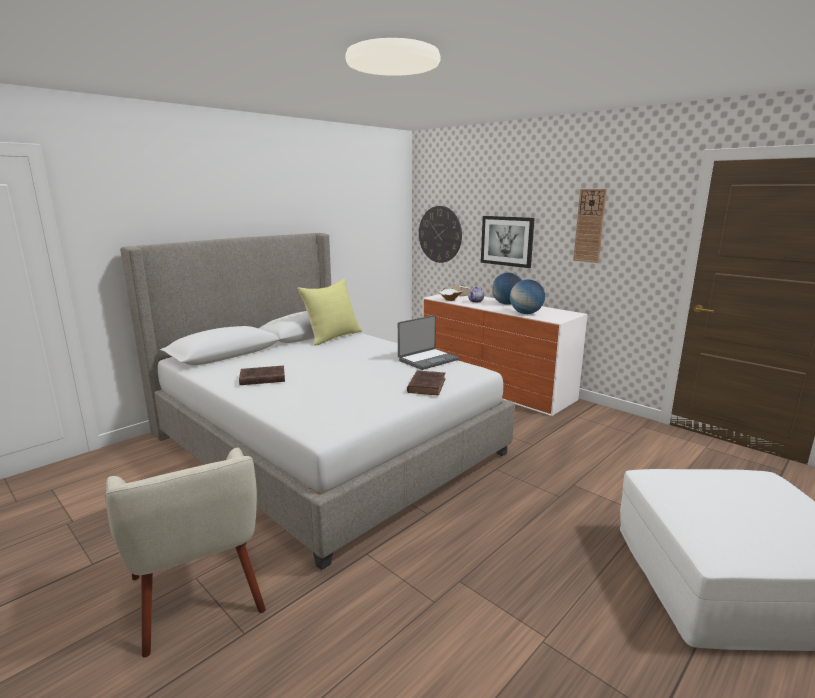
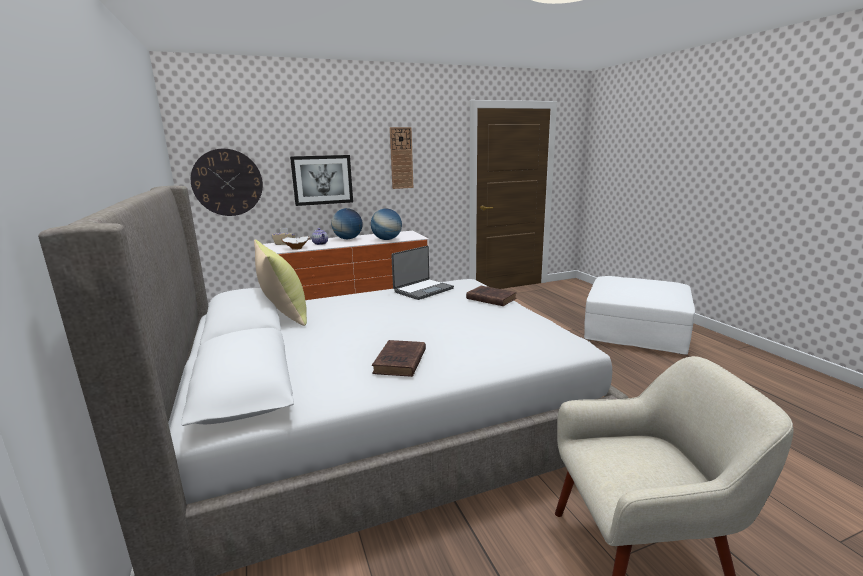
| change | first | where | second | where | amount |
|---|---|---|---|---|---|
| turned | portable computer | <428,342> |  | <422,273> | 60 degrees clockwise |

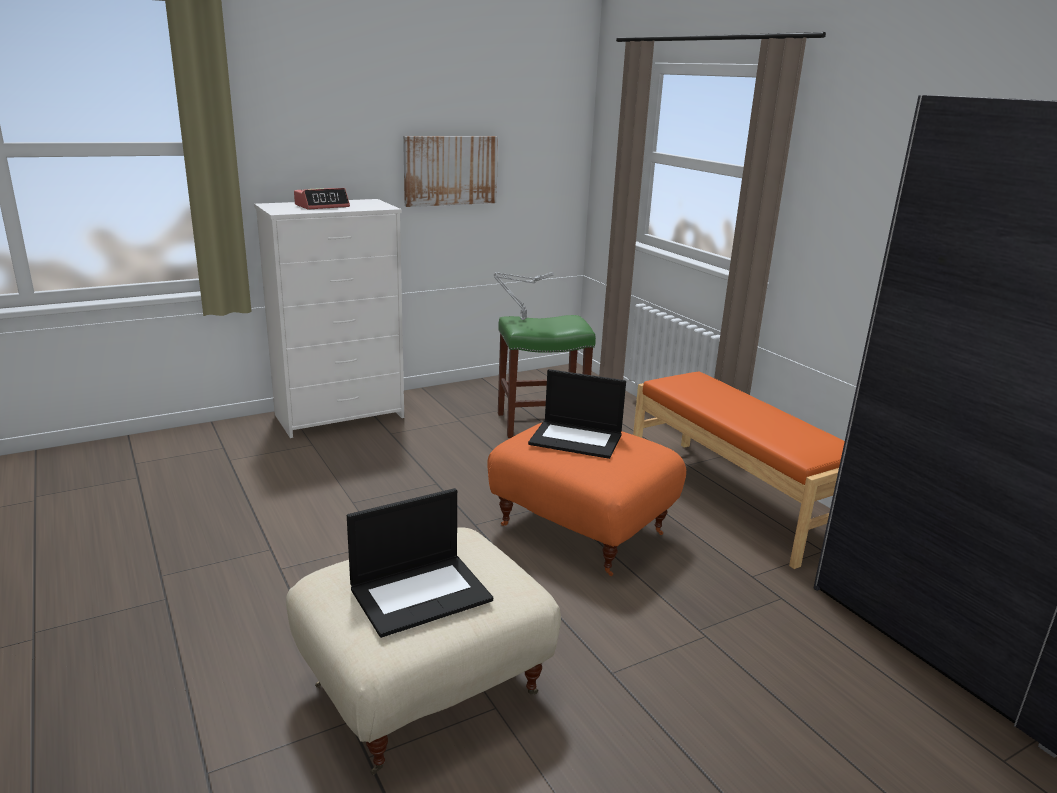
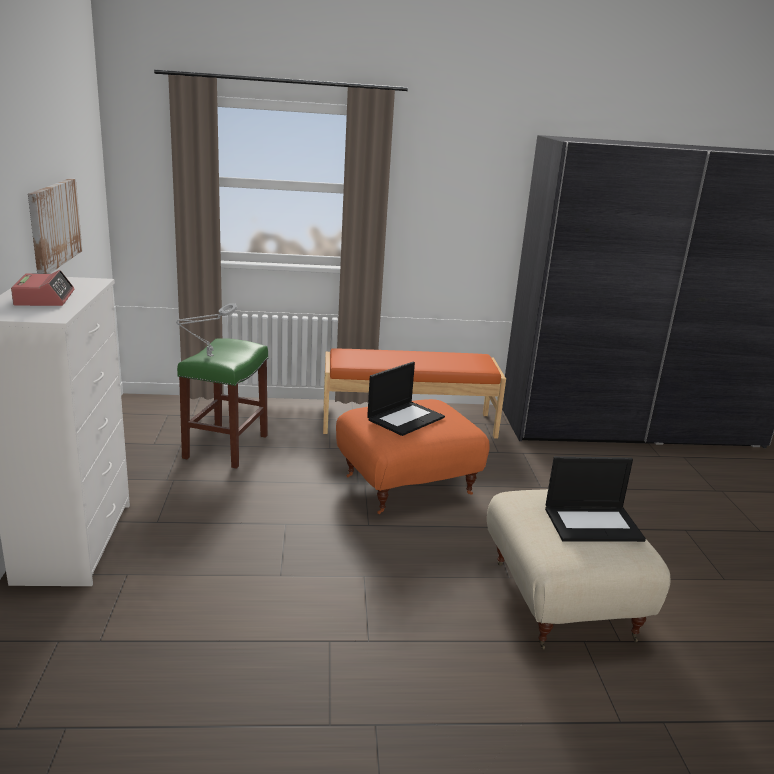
| change | first | where | second | where | amount |
|---|---|---|---|---|---|
| turned | portable computer | <420,563> |  | <595,499> | 90 degrees clockwise |

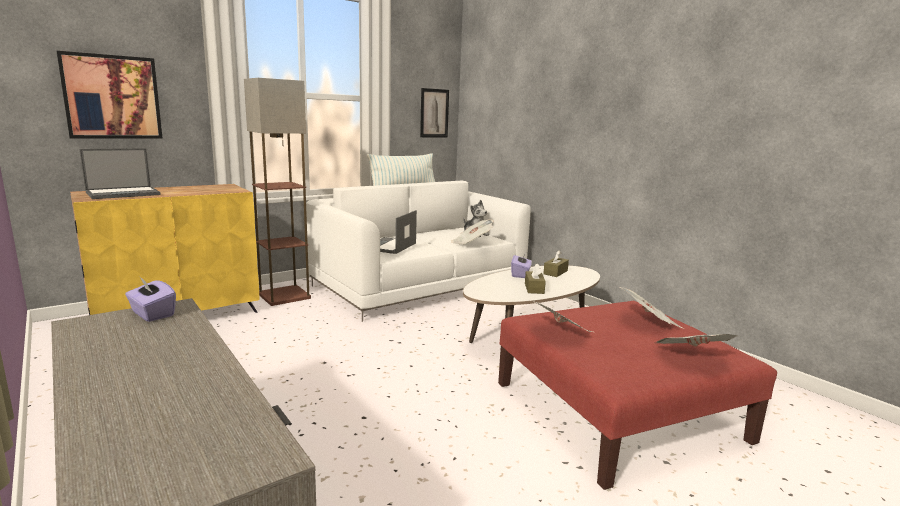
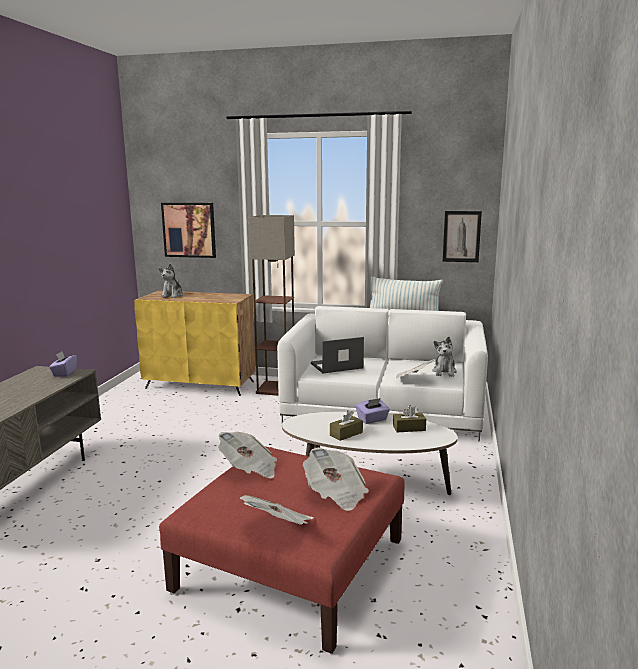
| change | first | where | second | where | amount |
|---|---|---|---|---|---|
| replaced | portable computer | <120,173> | plush toy | <171,281> |  |

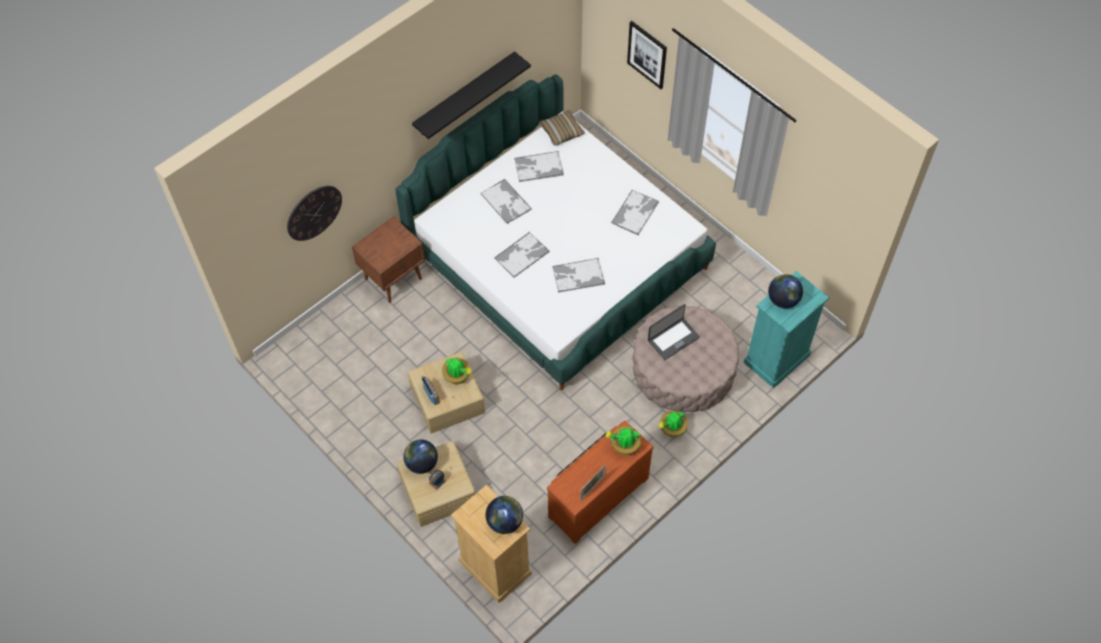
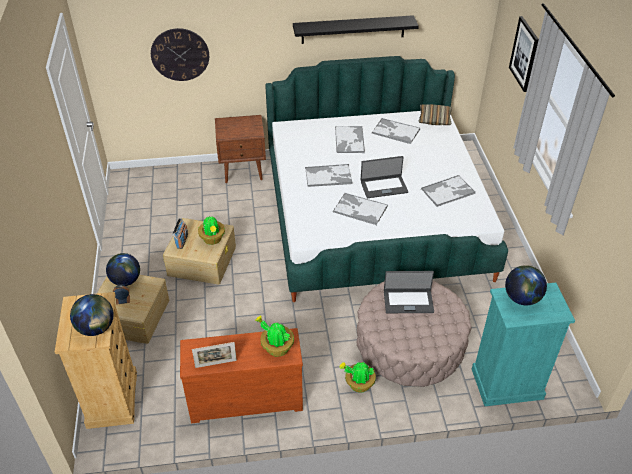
| change | first | where | second | where | amount |
|---|---|---|---|---|---|
| added |  |  | portable computer | <384,177> |  |

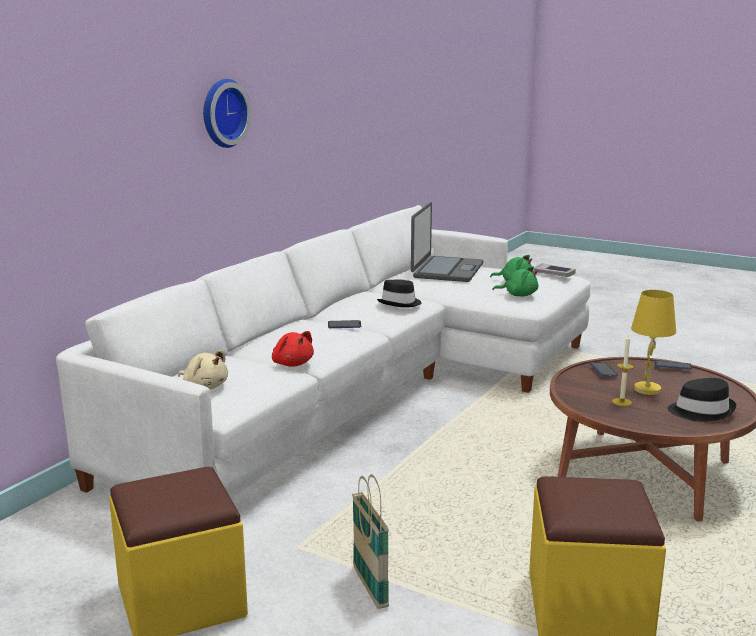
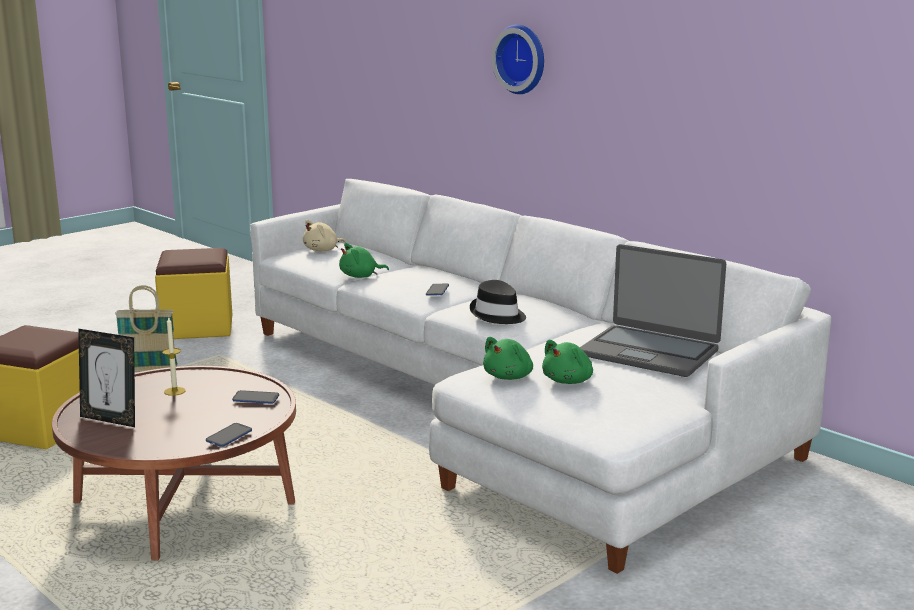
| change | first | where | second | where | amount |
|---|---|---|---|---|---|
| removed | book | <554,270> |  |  |  |
| removed | table lamp in yellow-coloured | <653,342> |  |  |  |
| replaced | clothing hat in black | <701,400> | standing frame | <106,378> |  |
| recoloured | plush toy in reddish | <293,349> | plush toy in green-coloured | <364,260> |  |

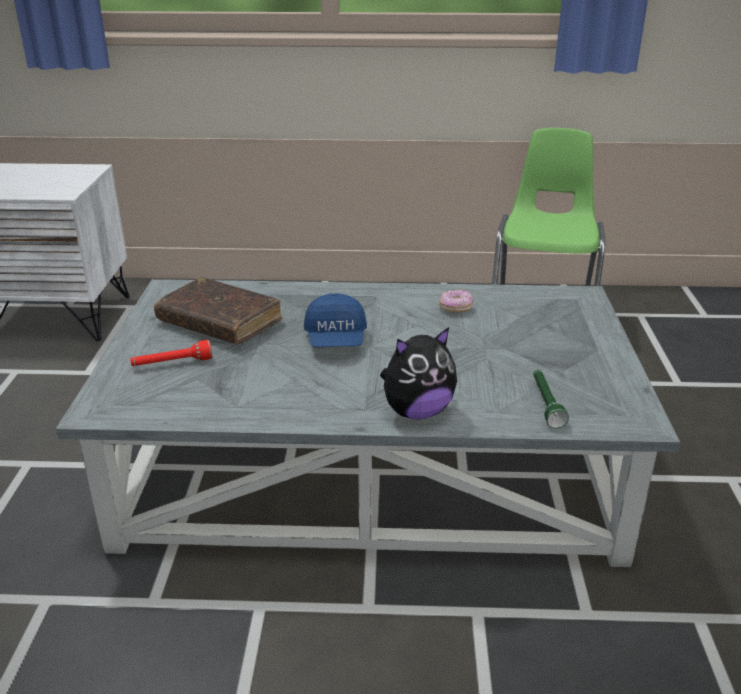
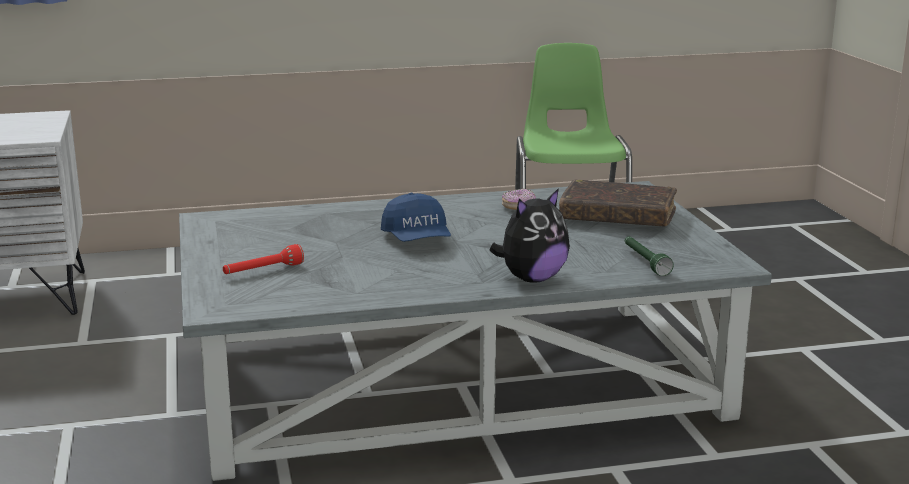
| change | first | where | second | where | amount |
|---|---|---|---|---|---|
| moved | book in brownish | <218,310> |  | <618,203> |  |

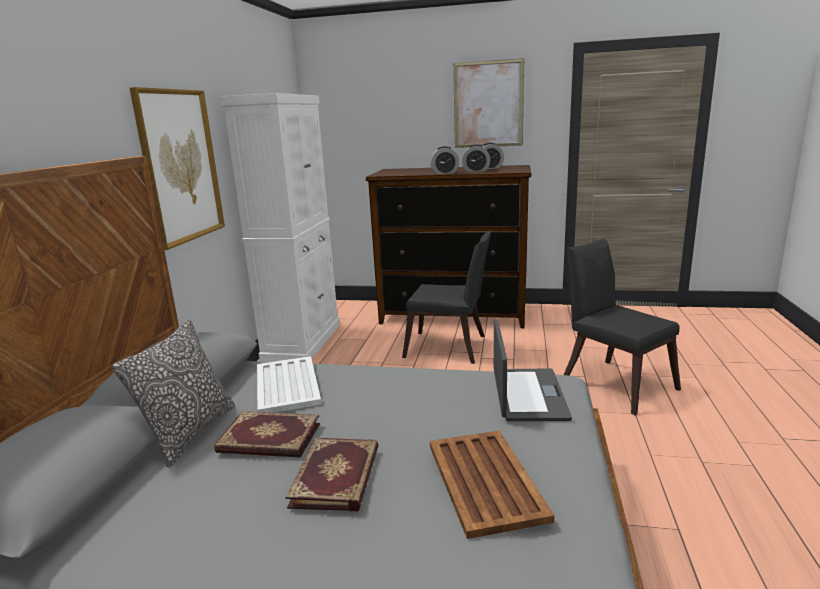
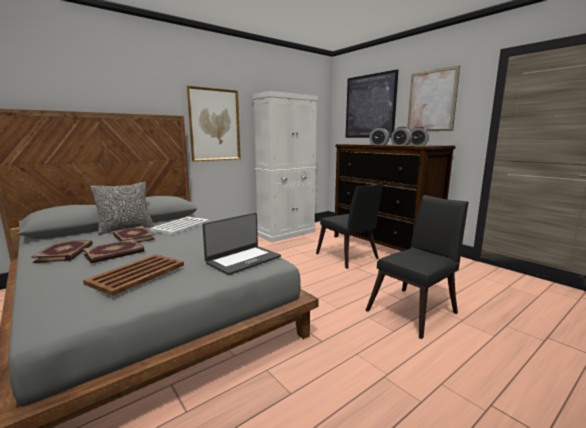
| change | first | where | second | where | amount |
|---|---|---|---|---|---|
| added |  |  | book | <62,251> |  |
| added |  |  | wall picture | <372,103> |  |
| turned | upright chair in black | <622,327> |  | <417,267> | 45 degrees clockwise |

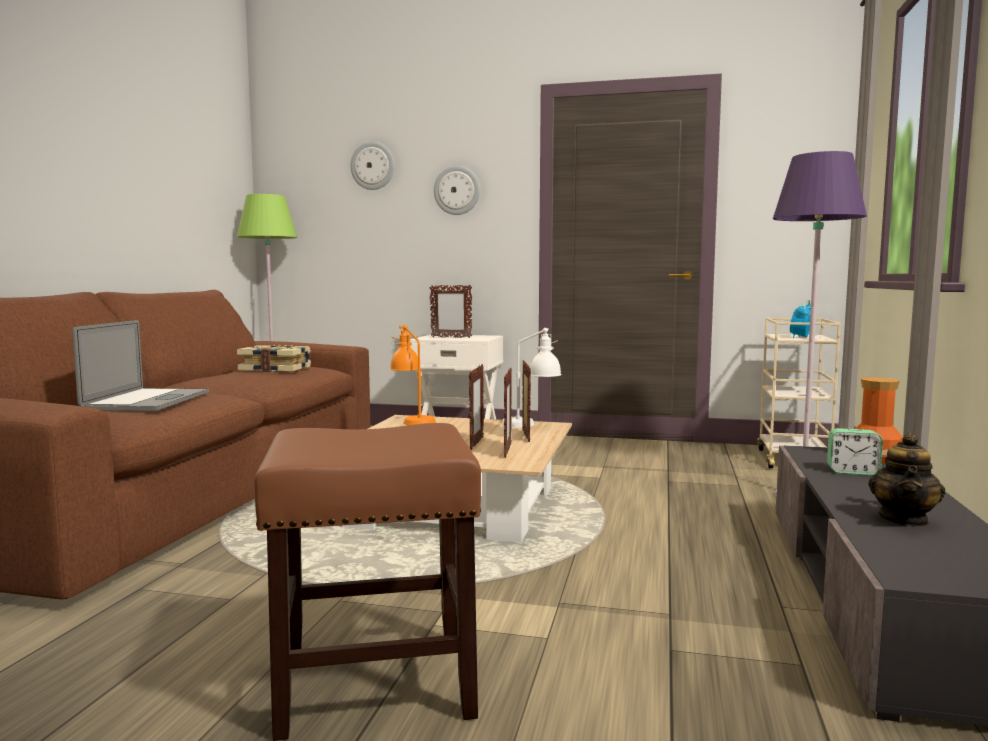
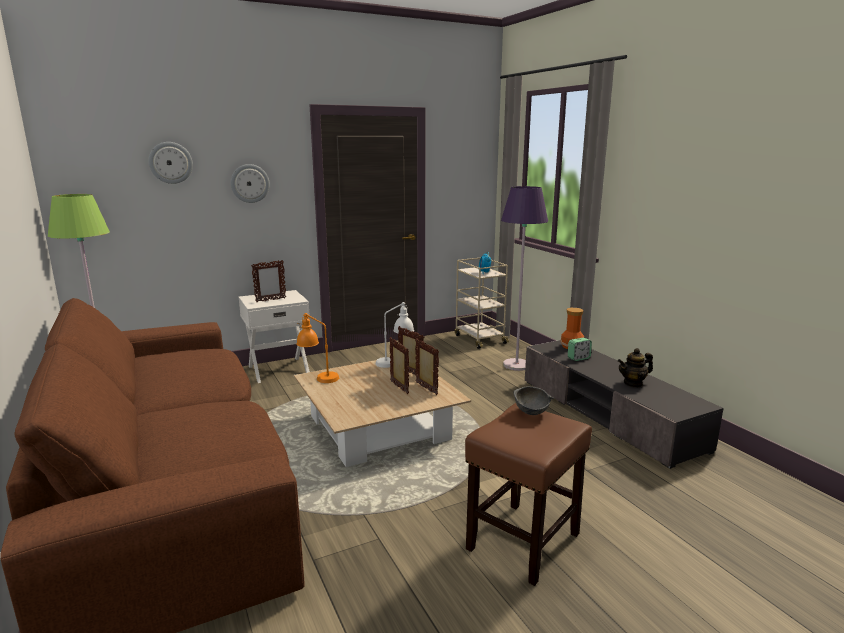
| change | first | where | second | where | amount |
|---|---|---|---|---|---|
| removed | portable computer | <140,365> |  |  |  |
| removed | book | <274,358> |  |  |  |
| added |  |  | serving bowl in greyish | <533,400> |  |
| turned | tea pot | <906,480> |  | <635,367> | 90 degrees clockwise |

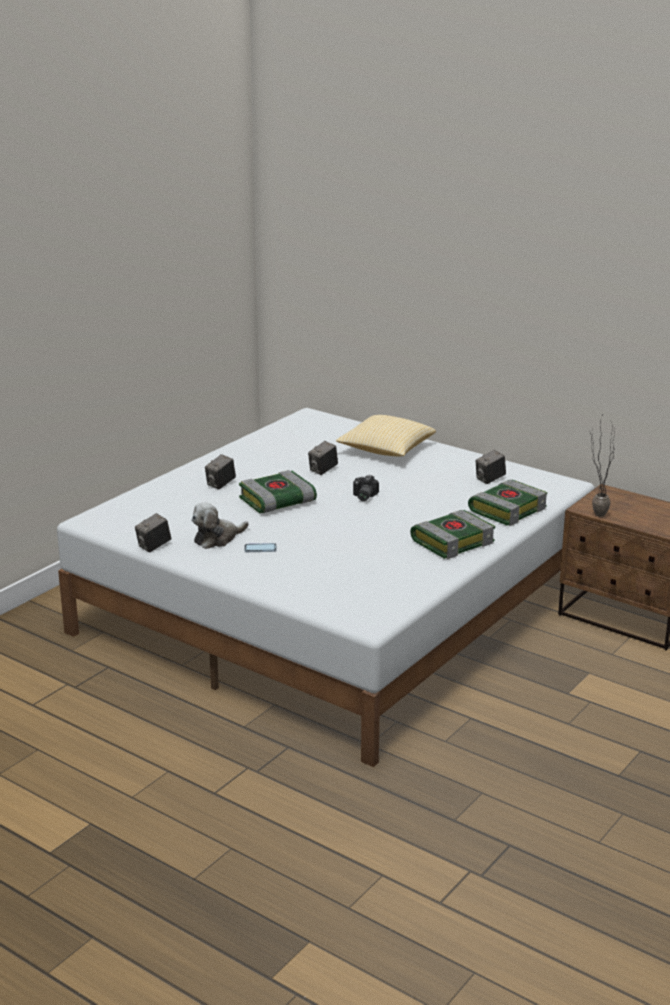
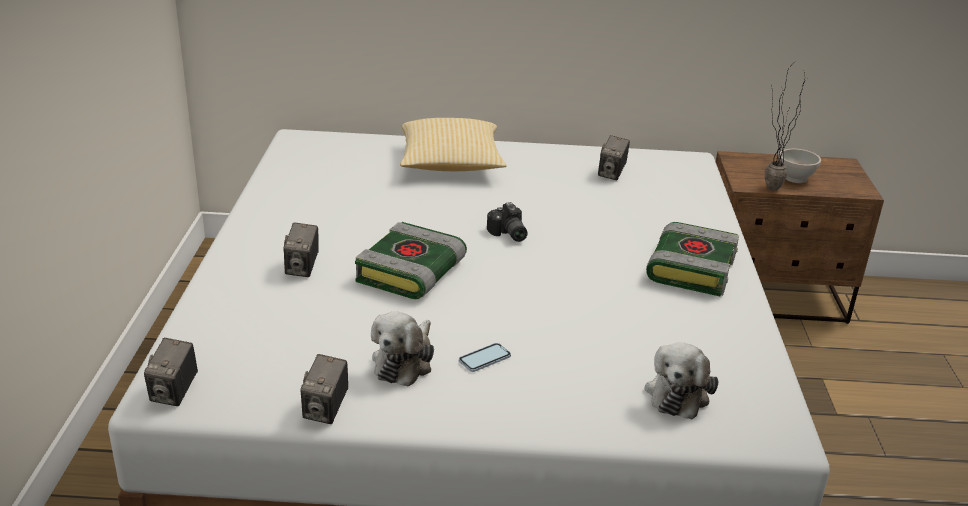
| change | first | where | second | where | amount |
|---|---|---|---|---|---|
| removed | book | <507,503> |  |  |  |
| added |  |  | plush toy | <681,381> |  |
| added |  |  | serving bowl in whitish | <800,166> |  |
| moved | photo camera | <323,458> |  | <171,372> |  |

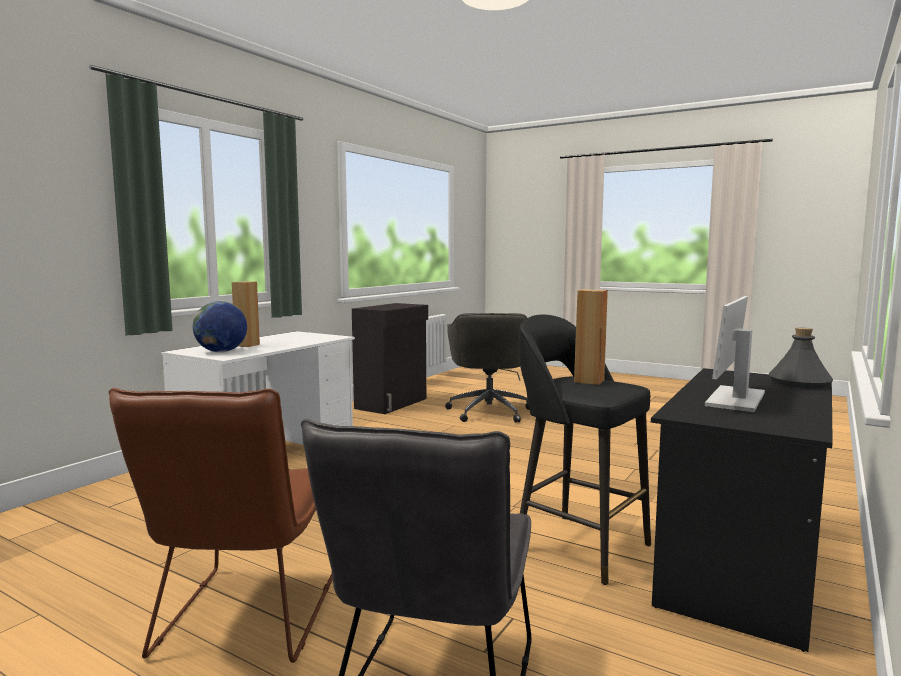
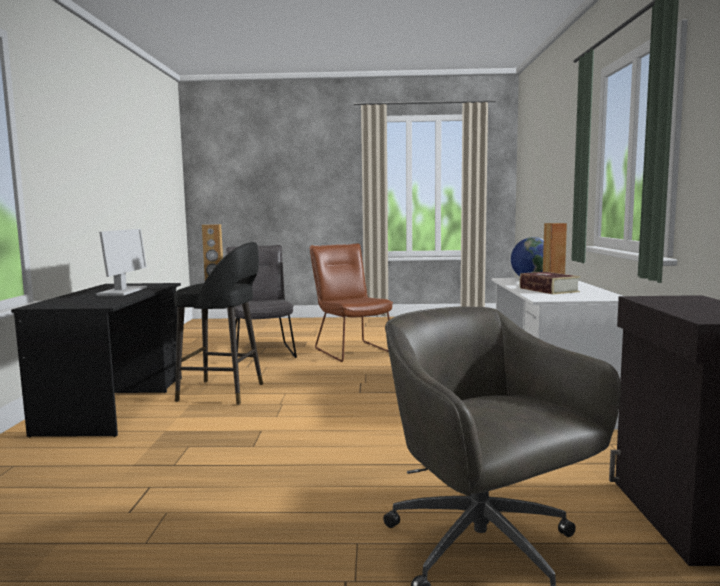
| change | first | where | second | where | amount |
|---|---|---|---|---|---|
| removed | bottle in greyish | <800,357> |  |  |  |
| added |  |  | book | <549,283> |  |

